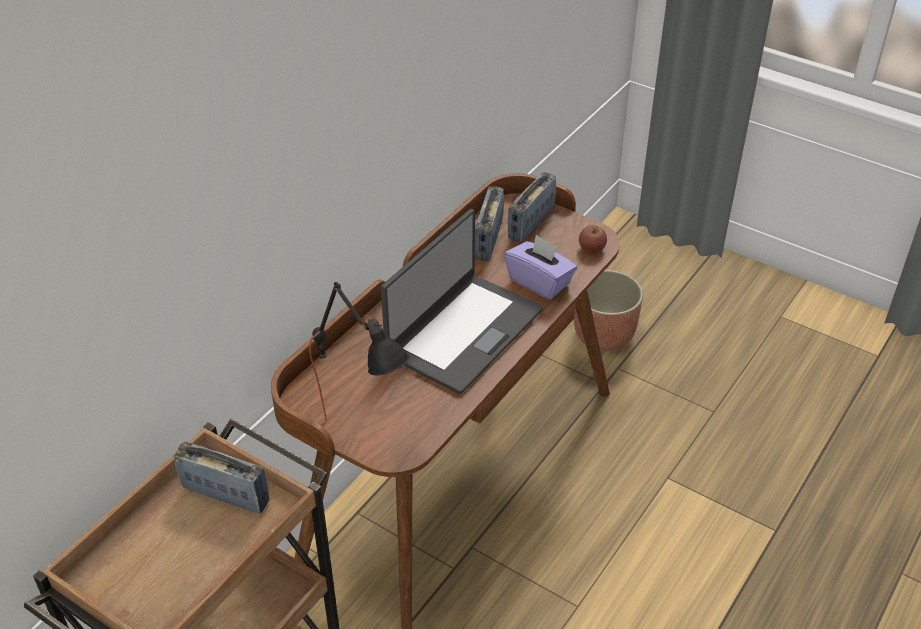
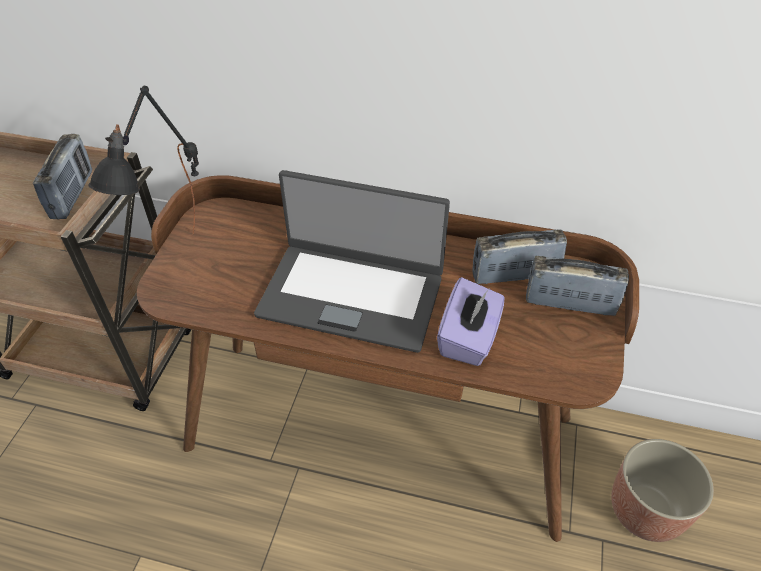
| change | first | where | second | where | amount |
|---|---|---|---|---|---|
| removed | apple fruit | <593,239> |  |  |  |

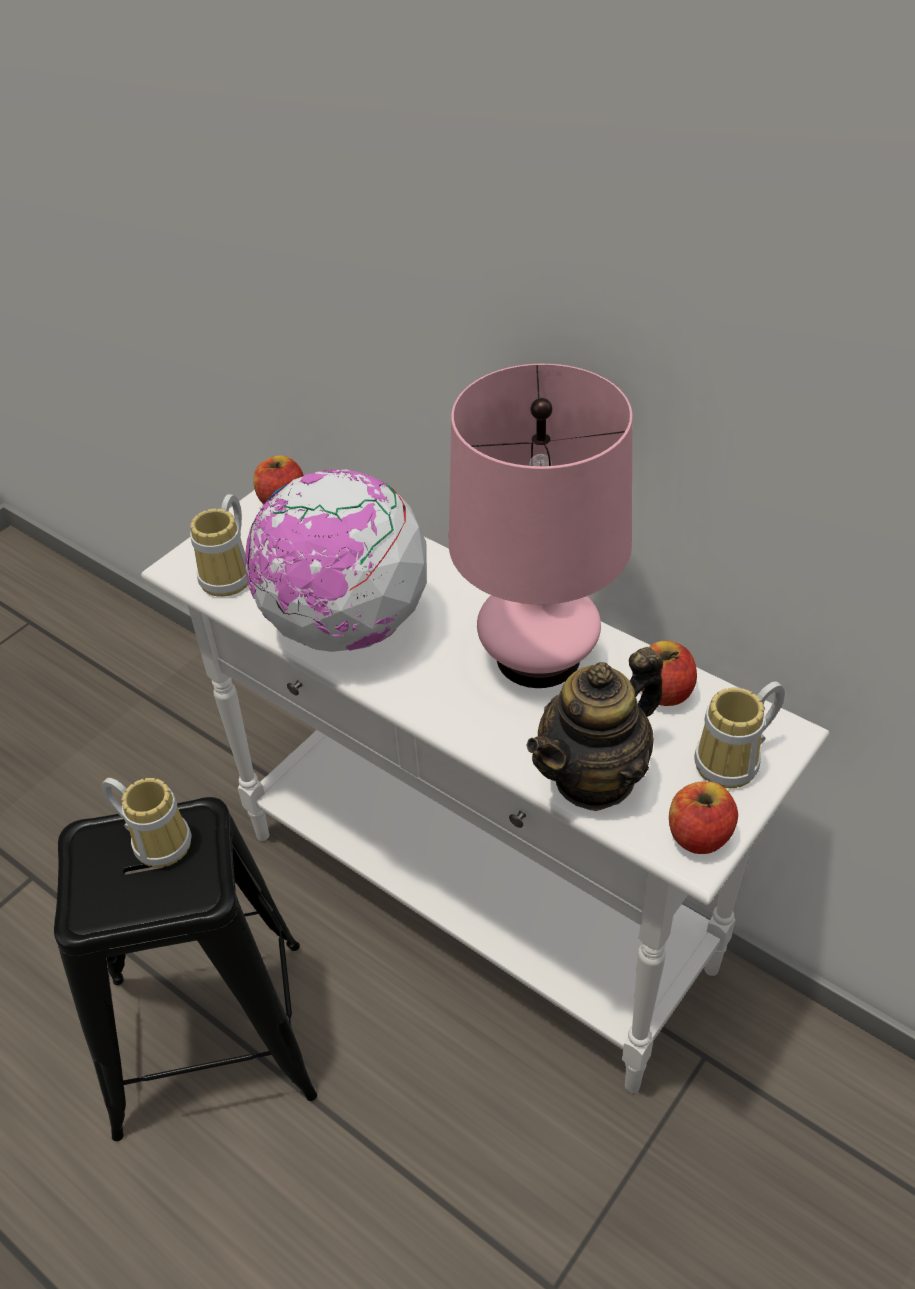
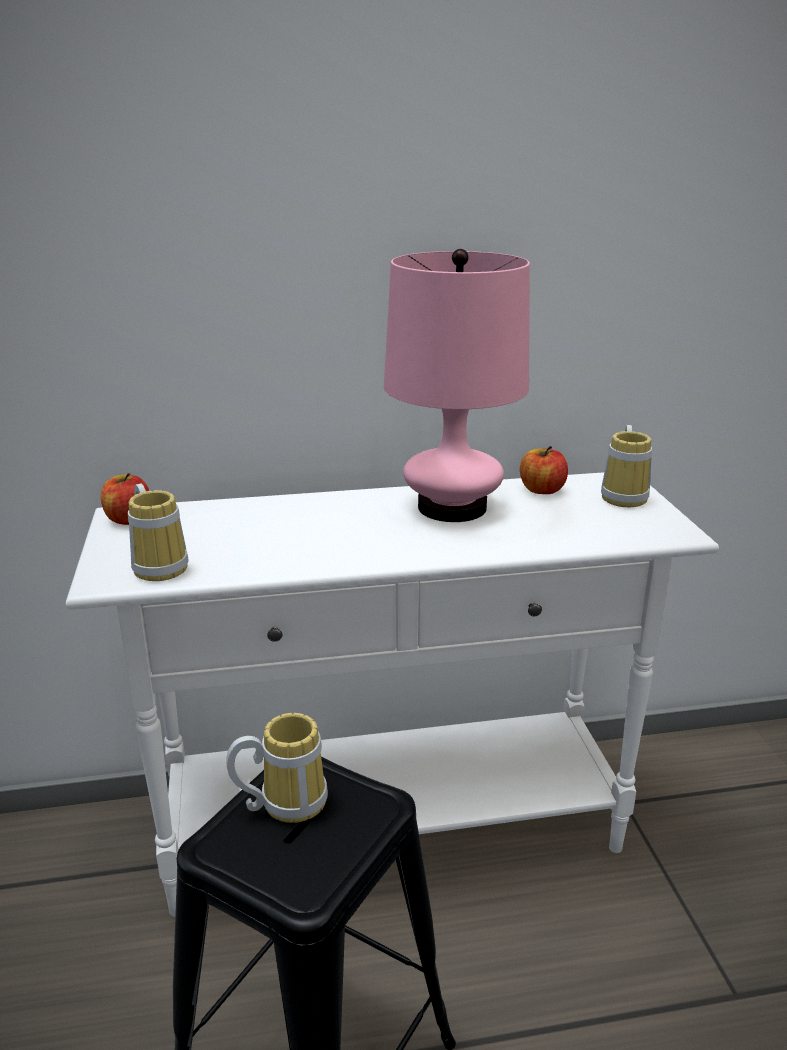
| change | first | where | second | where | amount |
|---|---|---|---|---|---|
| removed | desk globe | <336,560> |  |  |  |
| removed | tea pot | <594,729> |  |  |  |
| removed | apple fruit | <703,817> |  |  |  |

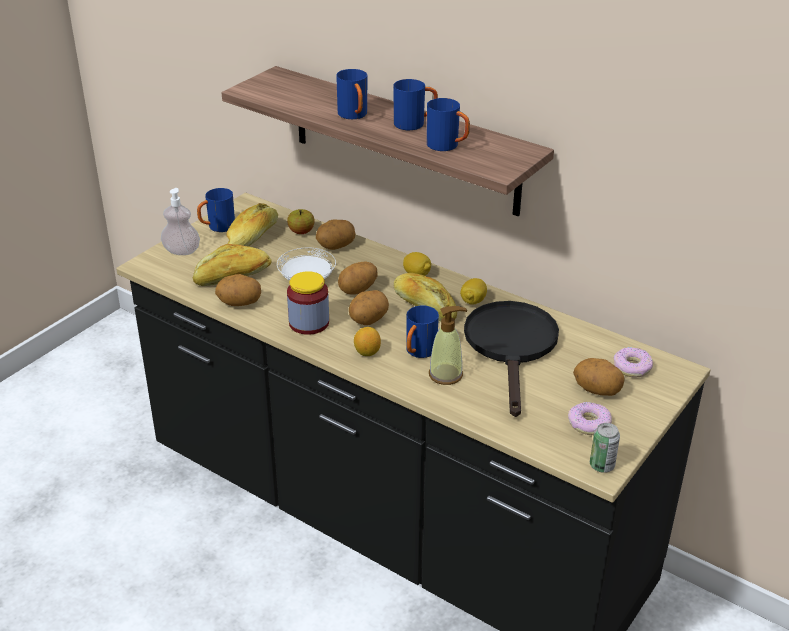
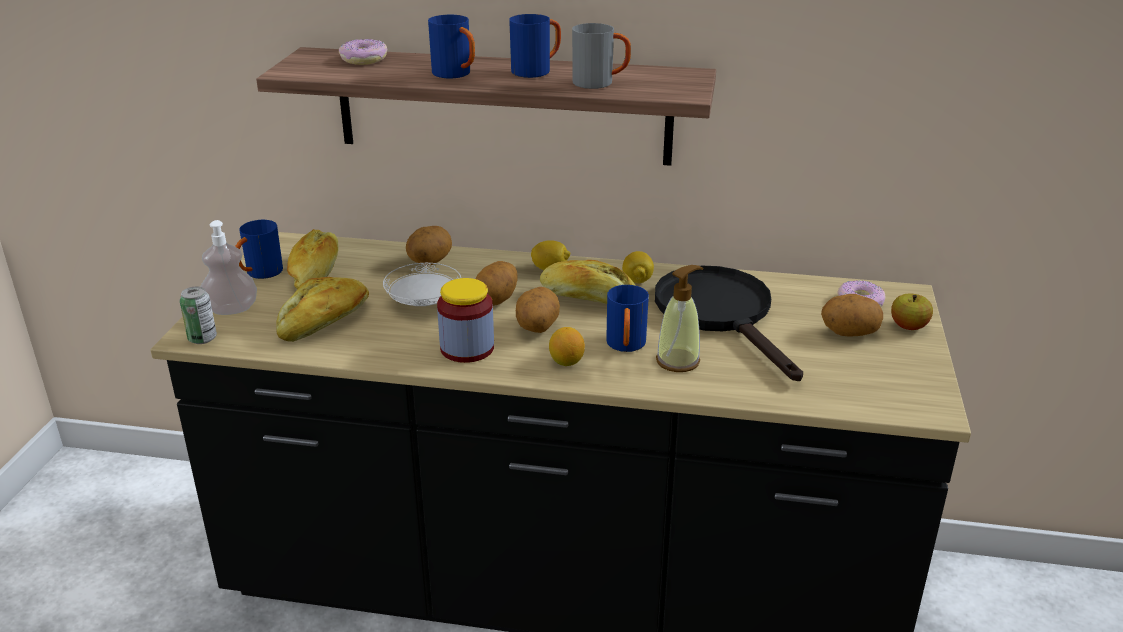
| change | first | where | second | where | amount |
|---|---|---|---|---|---|
| removed | spud | <238,290> |  |  |  |
| moved | apple fruit | <300,221> |  | <912,312> |  |
| moved | donut | <590,418> |  | <363,52> |  |
| moved | sealed can | <605,448> |  | <198,315> |  |
| recoloured | tea mug in blue-coloured | <448,124> | tea mug in greyish | <601,56> |  |

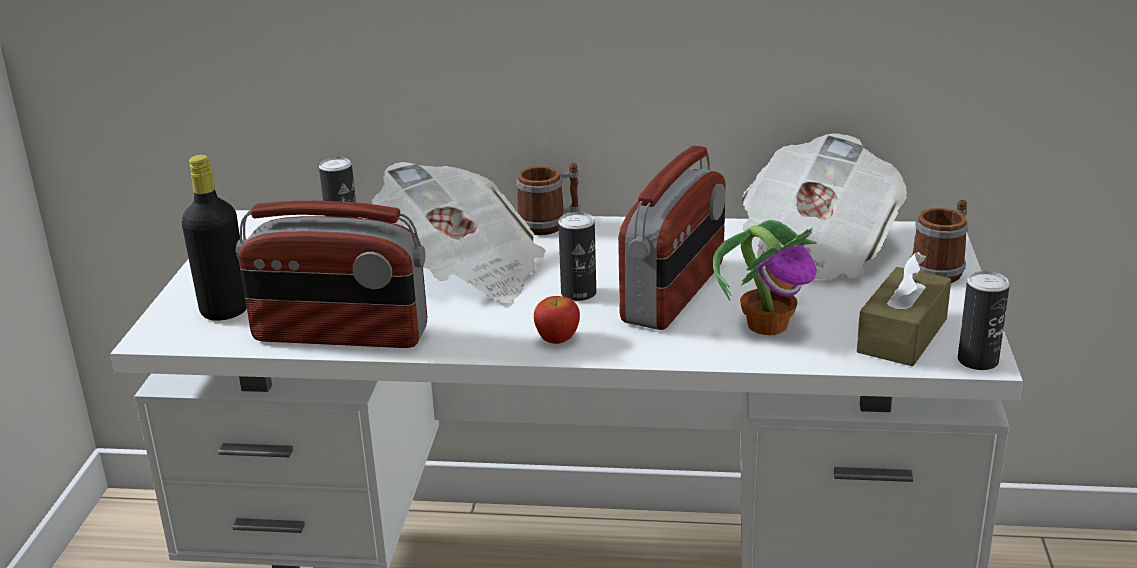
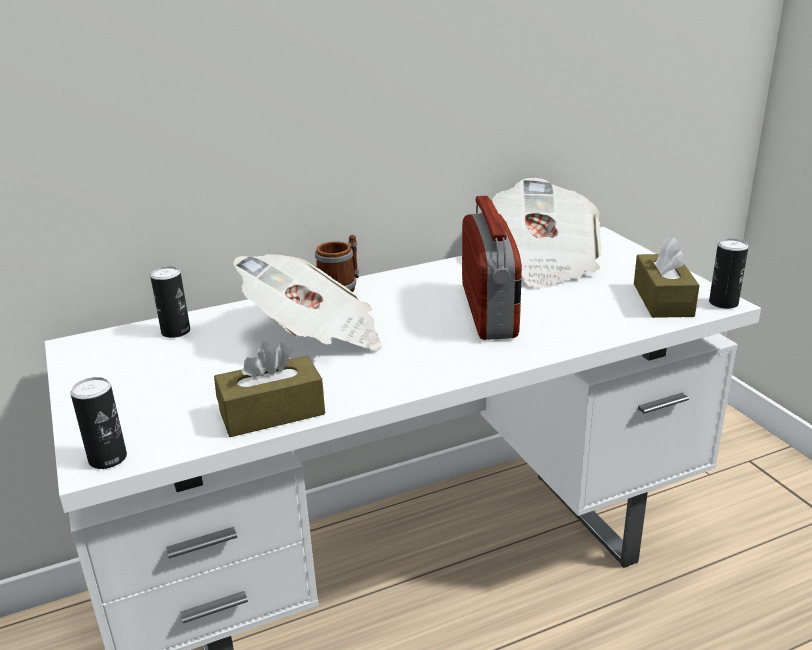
| change | first | where | second | where | amount |
|---|---|---|---|---|---|
| removed | bottle in black | <214,238> |  |  |  |
| removed | apple fruit | <557,320> |  |  |  |
| removed | potted plant | <765,277> |  |  |  |
| removed | tea mug | <939,241> |  |  |  |
| moved | sealed can | <577,256> |  | <98,423> |  |
| replaced | radio | <331,274> | tissue holder in brownish | <269,389> |  |

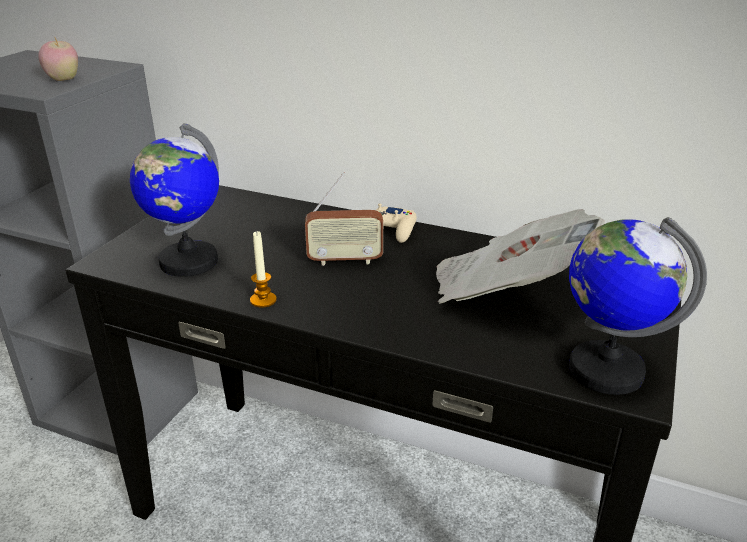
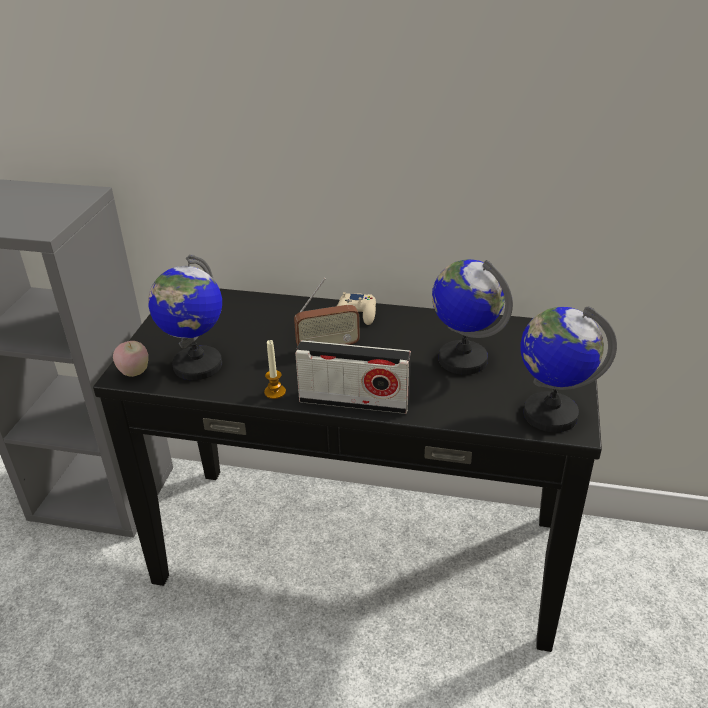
| change | first | where | second | where | amount |
|---|---|---|---|---|---|
| added |  |  | radio | <353,377> |  |
| moved | apple fruit | <58,59> |  | <130,359> |  |
| replaced | daily paper | <520,256> | desk globe | <472,317> |  |

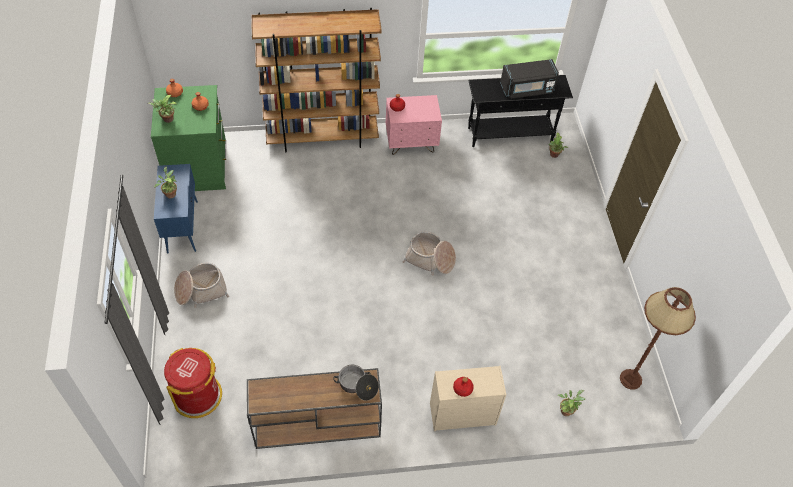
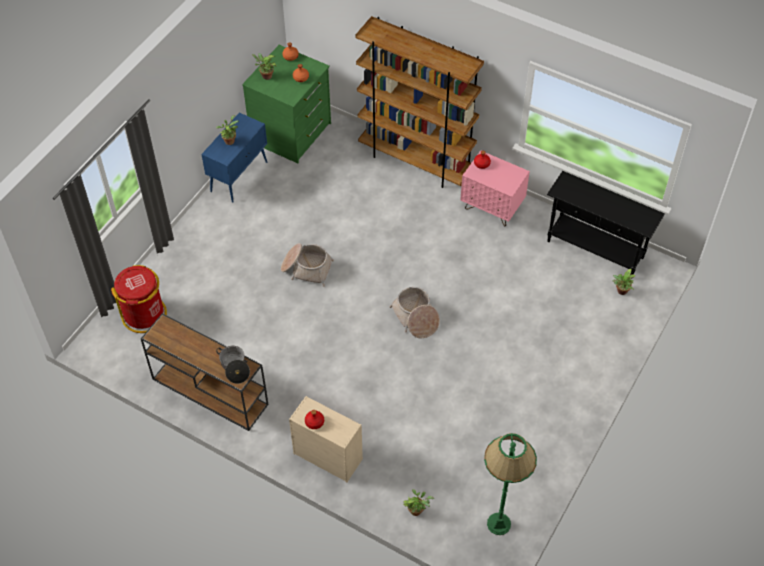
| change | first | where | second | where | amount |
|---|---|---|---|---|---|
| removed | kitchen microwave in black | <529,79> |  |  |  |
| moved | storage basket | <201,285> |  | <307,265> |  |
| recoloured | floor lamp in brownish | <658,338> | floor lamp in green-coloured | <510,484> |  |

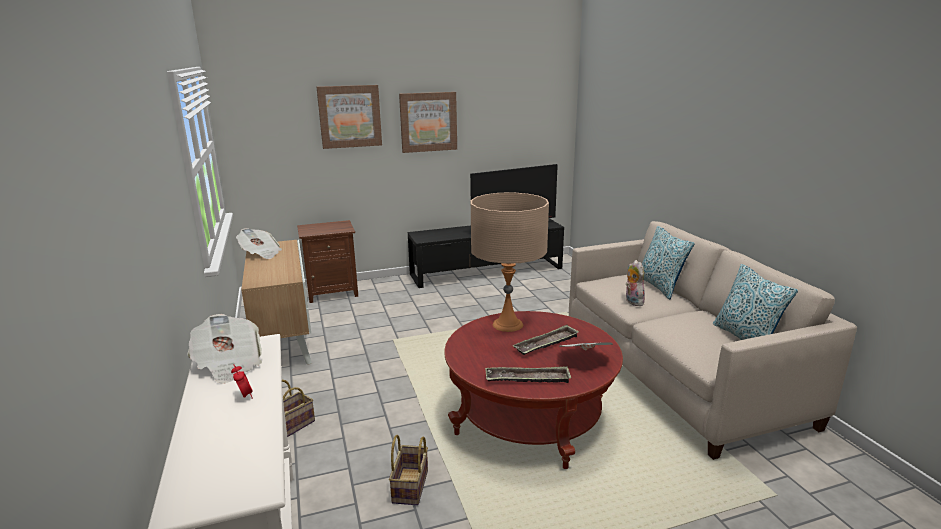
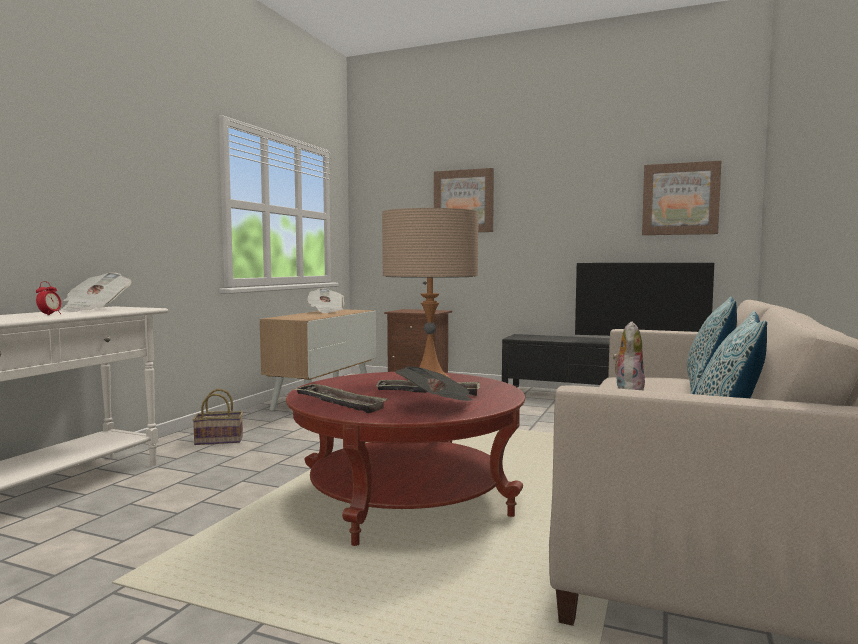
| change | first | where | second | where | amount |
|---|---|---|---|---|---|
| removed | storage basket | <408,470> |  |  |  |
| moved | wall picture | <428,122> |  | <681,198> |  |

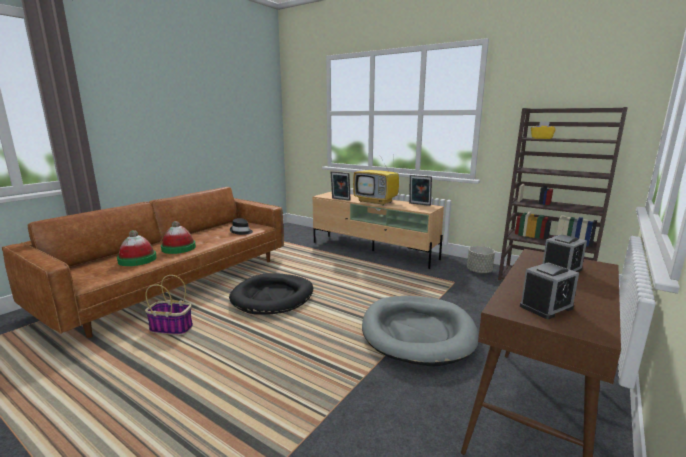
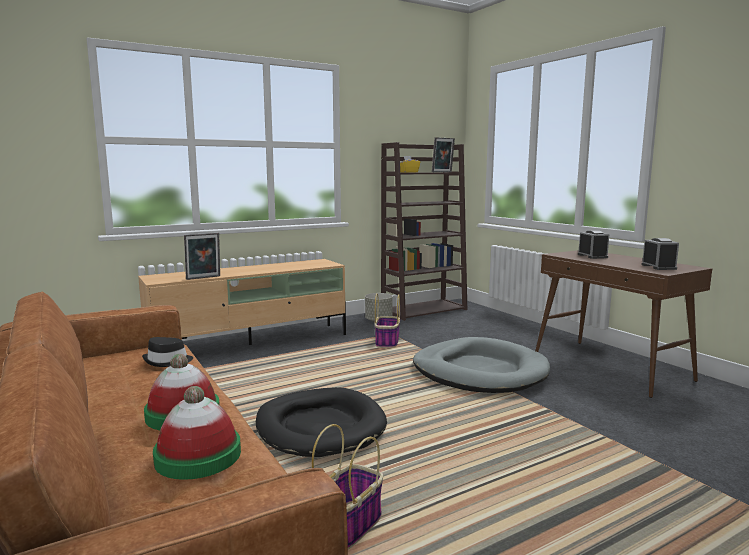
| change | first | where | second | where | amount |
|---|---|---|---|---|---|
| removed | TV set | <376,180> |  |  |  |
| added |  |  | storage basket | <387,320> |  |
| moved | standing frame | <420,190> |  | <443,154> |  |

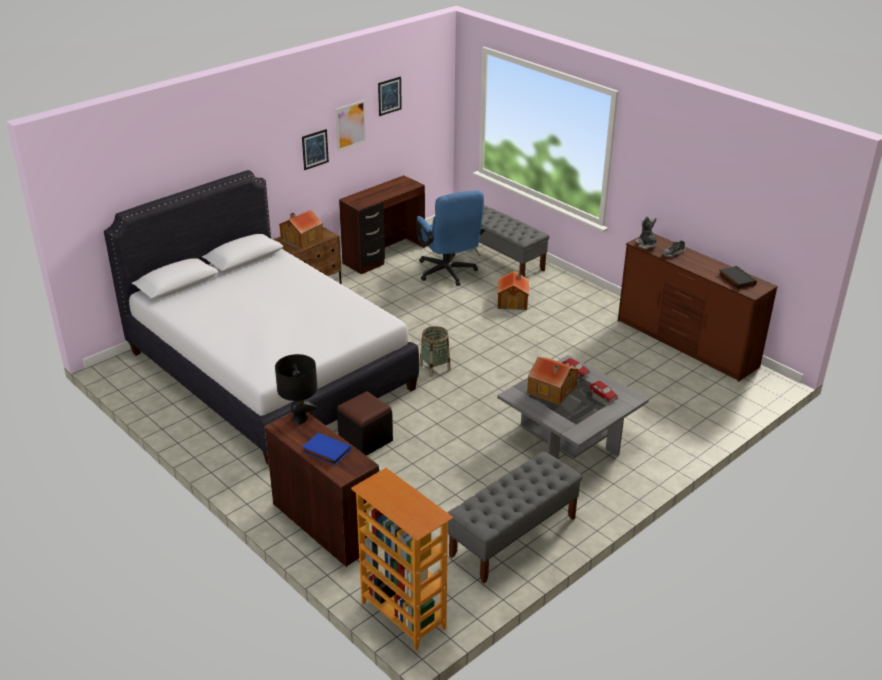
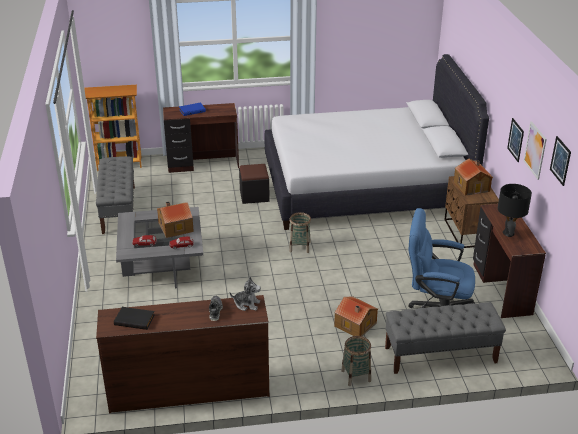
| change | first | where | second | where | amount |
|---|---|---|---|---|---|
| added |  |  | storage basket | <356,361> |  |
| moved | table lamp in black | <296,389> |  | <515,210> |  |

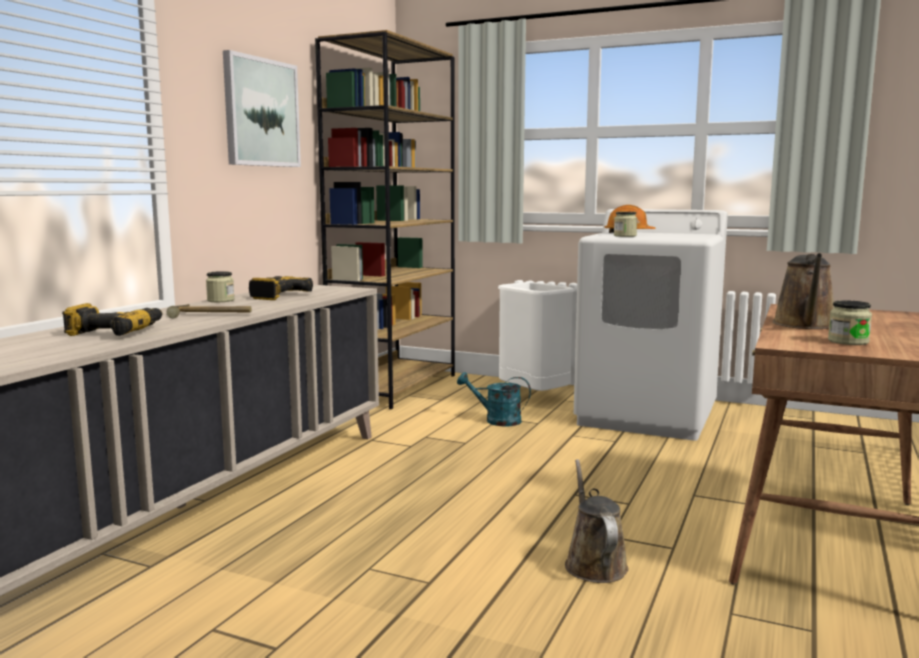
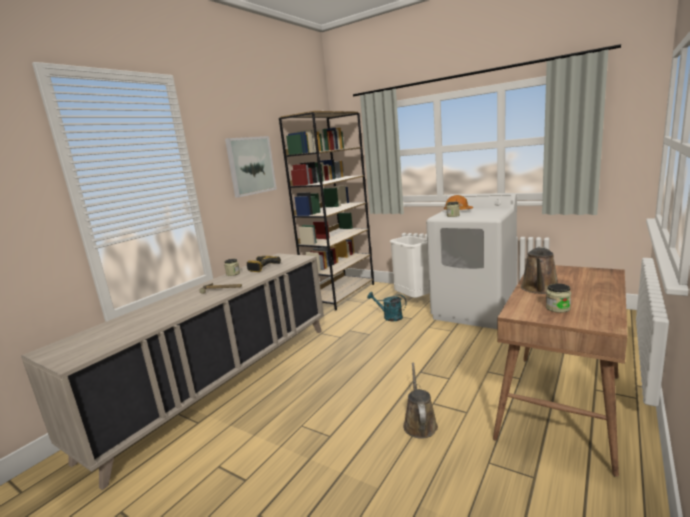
| change | first | where | second | where | amount |
|---|---|---|---|---|---|
| removed | electric drill | <112,319> |  |  |  |

